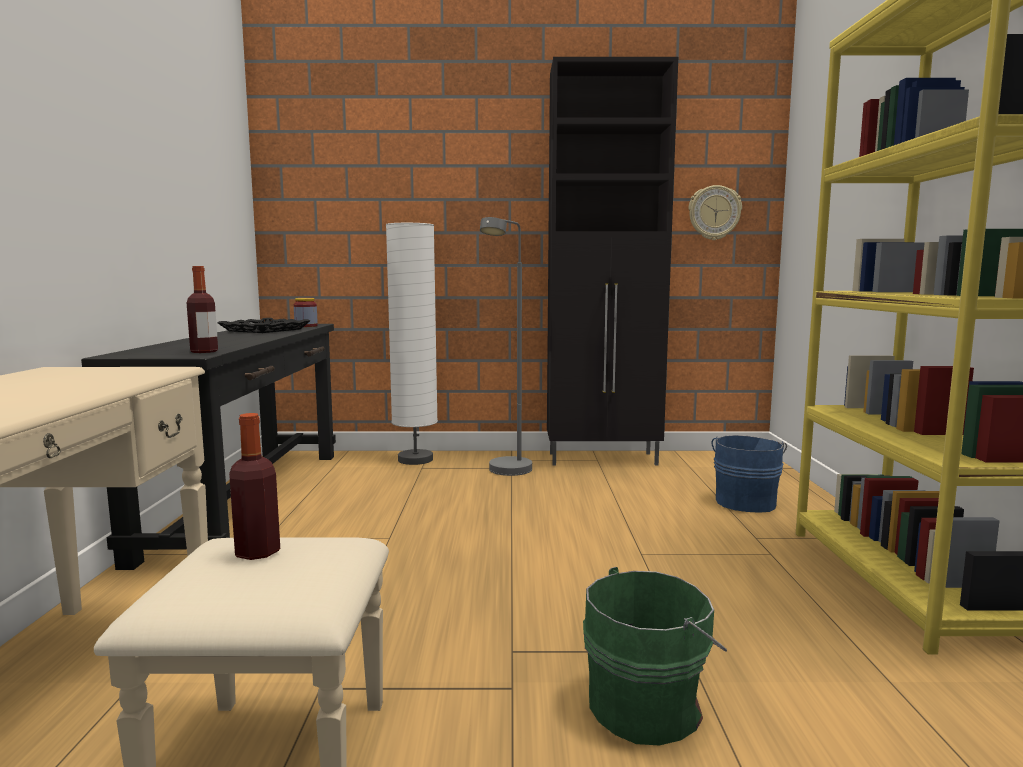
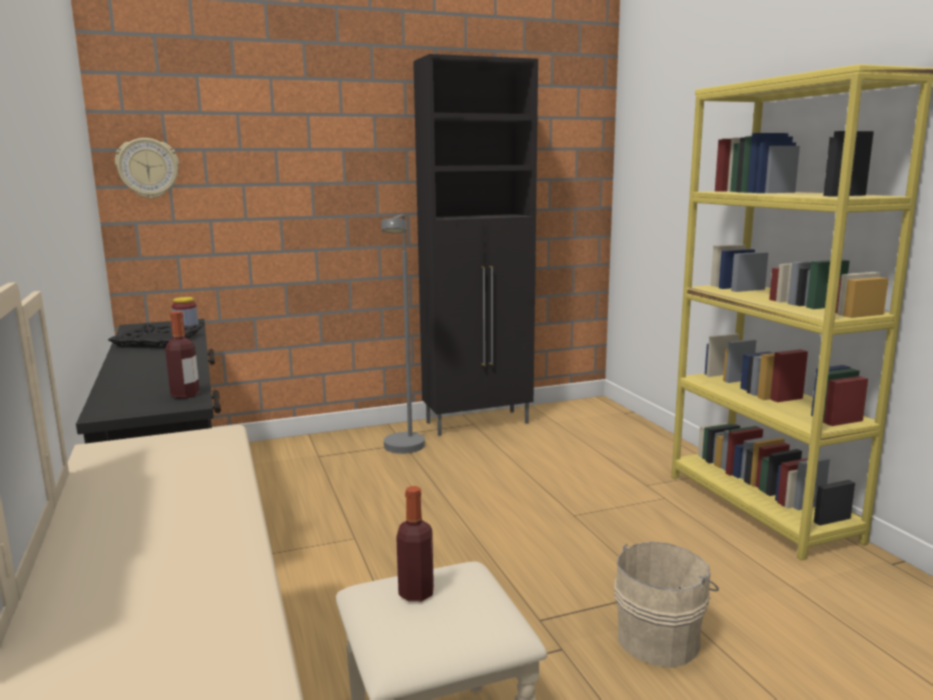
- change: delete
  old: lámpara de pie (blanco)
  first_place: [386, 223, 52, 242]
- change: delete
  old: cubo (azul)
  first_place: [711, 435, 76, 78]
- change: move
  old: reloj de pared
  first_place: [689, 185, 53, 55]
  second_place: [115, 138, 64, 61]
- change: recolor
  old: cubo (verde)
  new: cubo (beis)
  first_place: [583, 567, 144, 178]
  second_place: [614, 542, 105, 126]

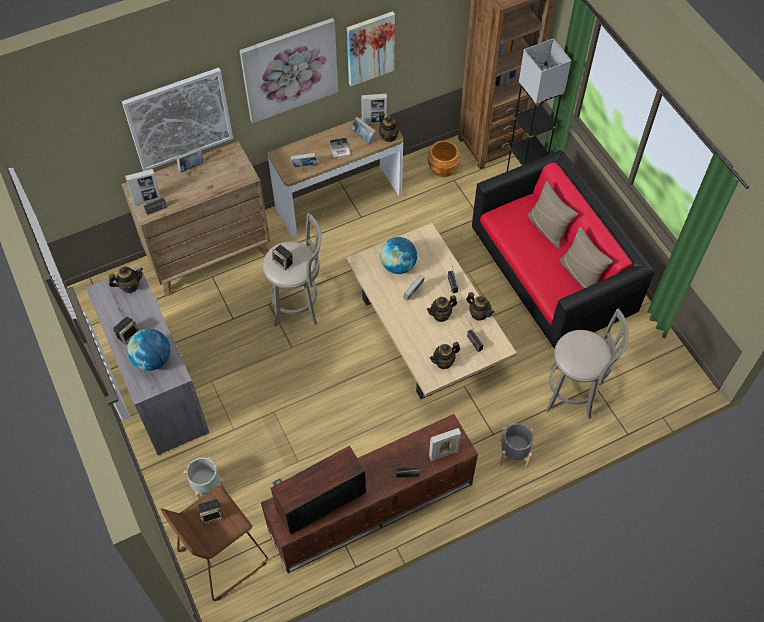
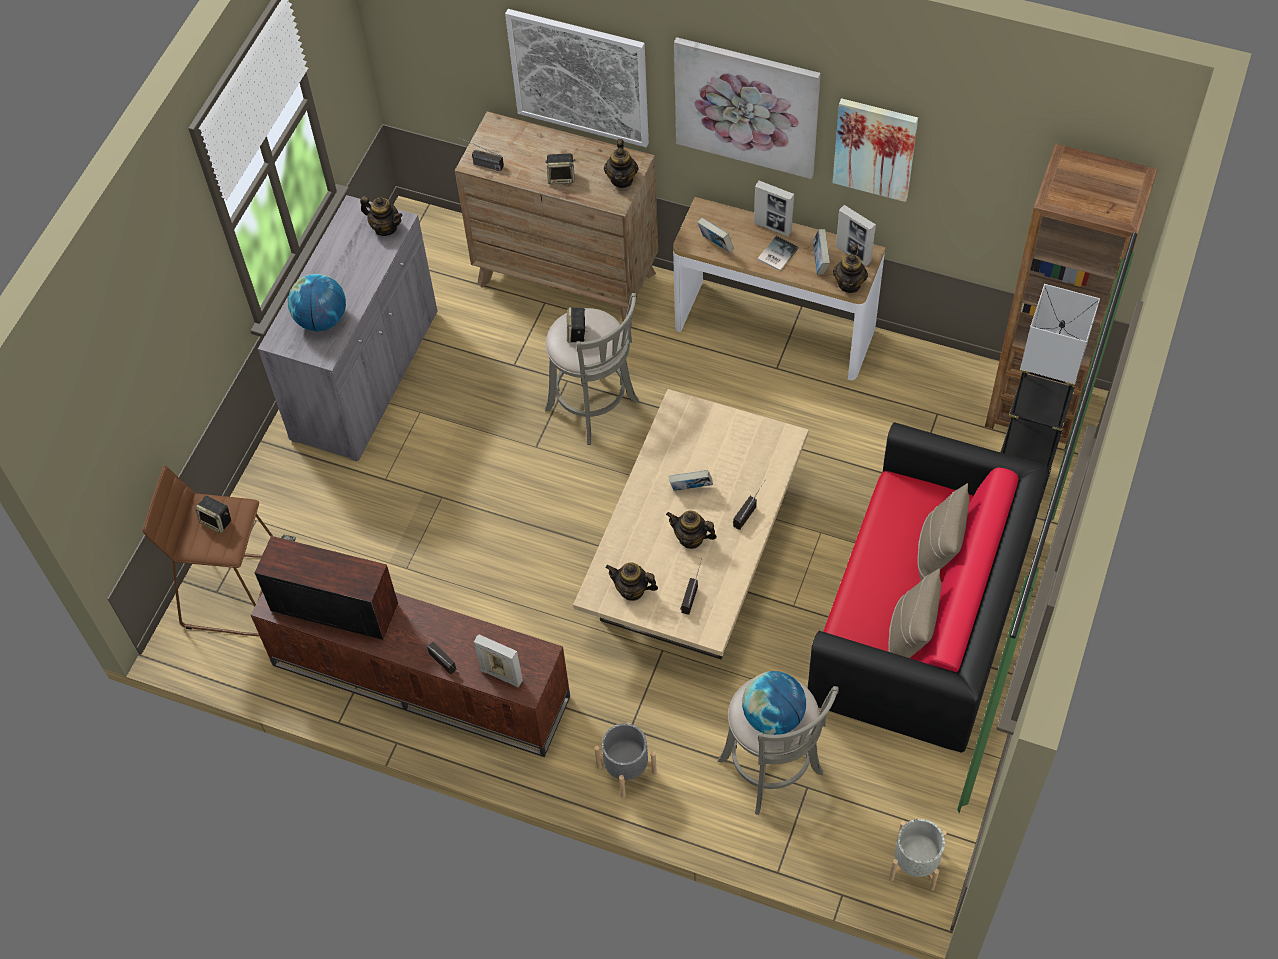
- change: delete
  old: libro
  first_place: [176, 147, 27, 26]
- change: delete
  old: maceta (marrón)
  first_place: [427, 140, 33, 37]
- change: move
  old: altavoz
  first_place: [113, 317, 26, 28]
  second_place: [545, 153, 31, 31]
- change: move
  old: portarretratos
  first_place: [125, 169, 36, 37]
  second_place: [754, 180, 40, 57]
- change: move
  old: maceta (gris)
  first_place: [183, 457, 43, 42]
  second_place: [889, 819, 58, 72]
- change: move
  old: globo terráqueo
  first_place: [380, 237, 37, 37]
  second_place: [742, 671, 64, 64]
- change: move
  old: tetera
  first_place: [466, 292, 28, 28]
  second_place: [604, 139, 34, 49]

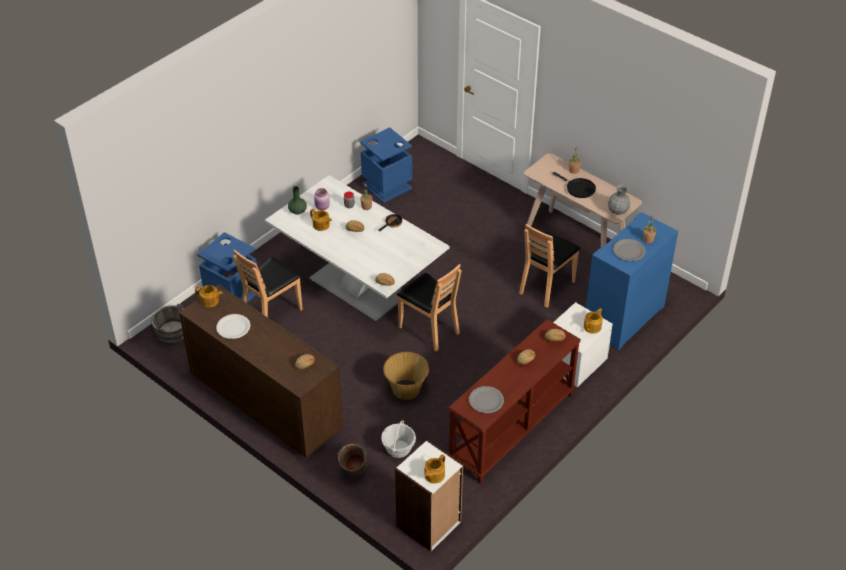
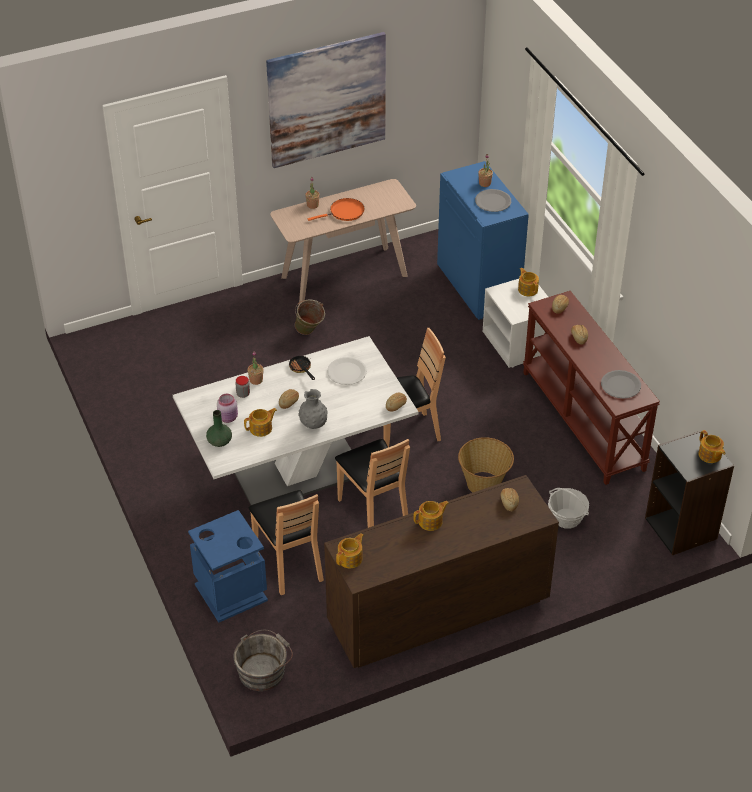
- change: delete
  old: papelera (azul)
  first_place: [360, 127, 52, 76]
- change: insert
  new: cuadro
  second_place: [266, 32, 120, 136]
- change: insert
  new: tetera
  second_place: [413, 501, 36, 30]
- change: move
  old: plato (blanco)
  first_place: [216, 314, 34, 25]
  second_place: [327, 357, 40, 28]
- change: move
  old: cubo (verde)
  first_place: [338, 444, 29, 31]
  second_place: [295, 299, 30, 36]
- change: move
  old: silla (marrón)
  first_place: [519, 224, 62, 84]
  second_place: [335, 439, 75, 89]
- change: move
  old: florero (gris)
  first_place: [608, 184, 23, 31]
  second_place: [298, 389, 30, 40]
- change: recolor
  old: estantería (blanco)
  new: estantería (negro)
  first_place: [395, 440, 68, 112]
  second_place: [645, 429, 89, 126]
- change: recolor
  old: sartén (negro)
  new: sartén (naranja)
  first_place: [553, 172, 43, 26]
  second_place: [308, 198, 56, 23]

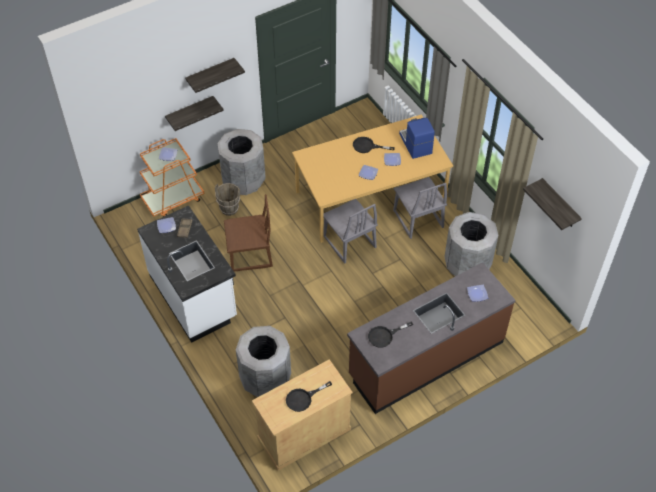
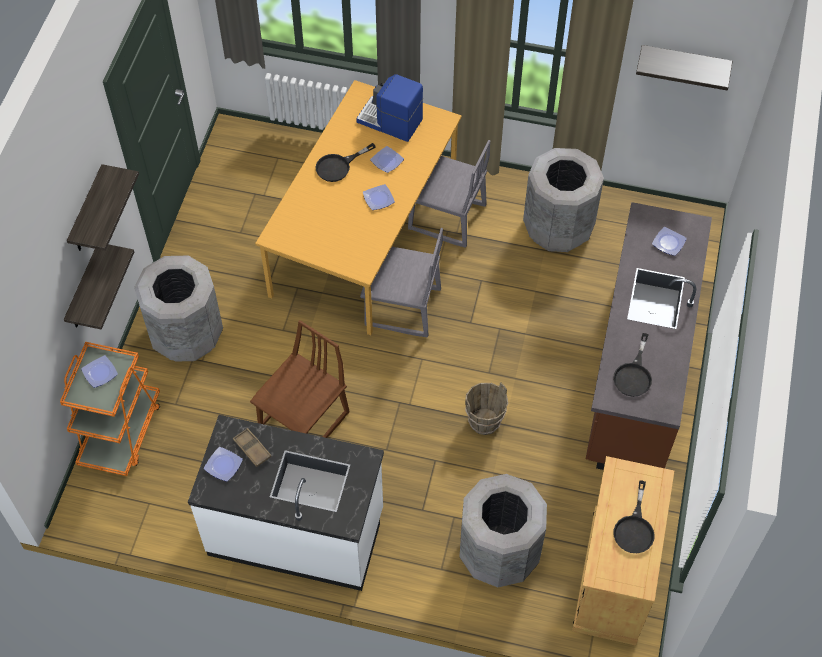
- change: move
  old: cubo (marrón)
  first_place: [215, 183, 25, 33]
  second_place: [465, 383, 43, 52]

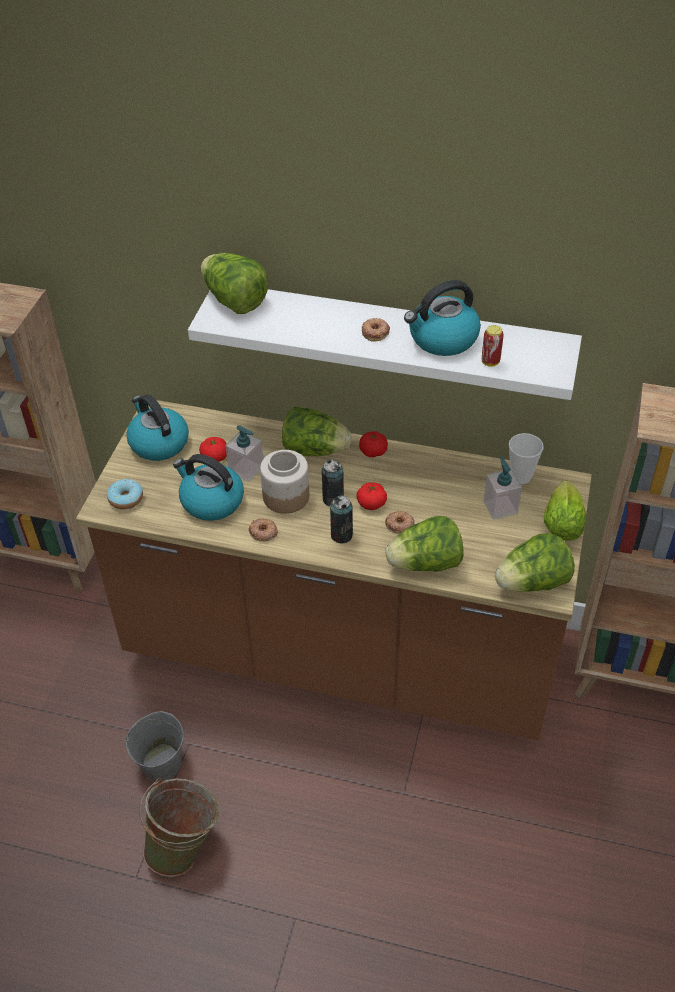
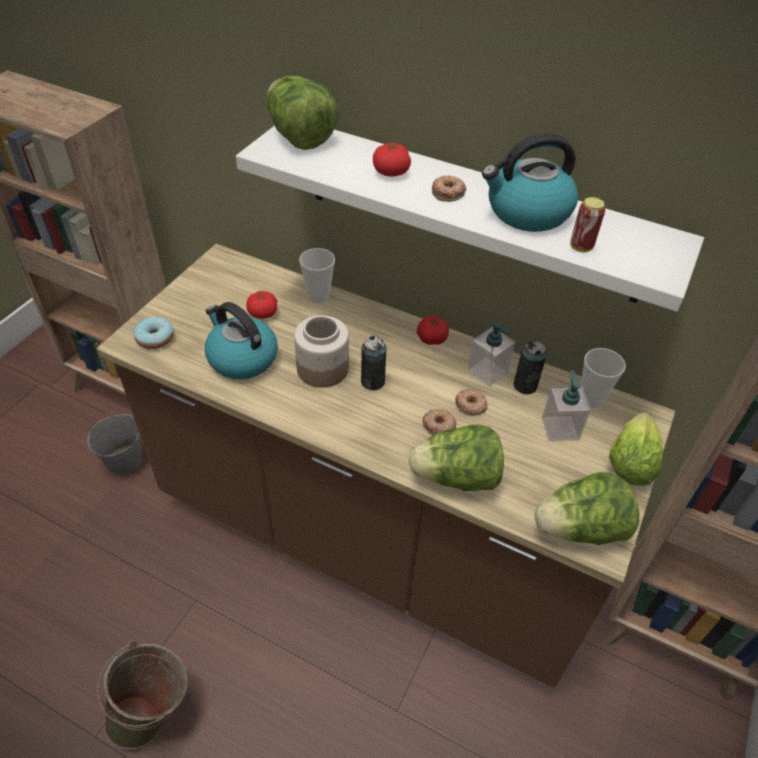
- change: delete
  old: hervidor
  first_place: [126, 395, 63, 66]
- change: delete
  old: lechuga
  first_place: [282, 406, 70, 50]
- change: insert
  new: taza
  second_place: [299, 248, 36, 54]
- change: move
  old: cubo (gris)
  first_place: [126, 711, 58, 70]
  second_place: [87, 414, 56, 60]
- change: move
  old: dispensador de jabón
  first_place: [225, 425, 38, 57]
  second_place: [468, 320, 47, 66]
- change: move
  old: rosquilla
  first_place: [248, 518, 30, 24]
  second_place: [455, 389, 33, 27]
- change: move
  old: lata
  first_place: [330, 496, 23, 47]
  second_place: [514, 341, 33, 53]
- change: move
  old: tomate
  first_place: [357, 482, 30, 28]
  second_place: [373, 143, 38, 34]

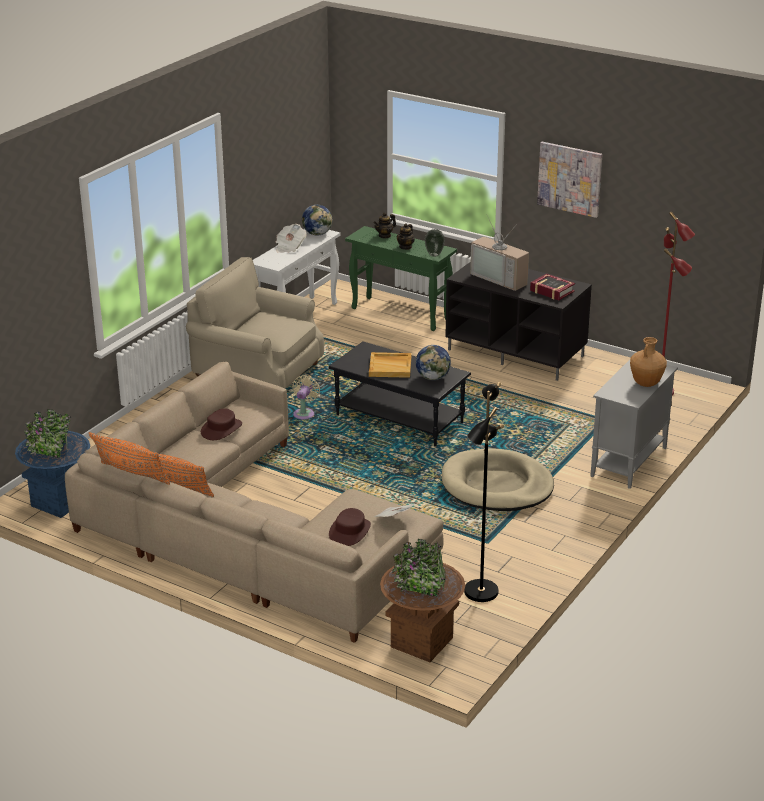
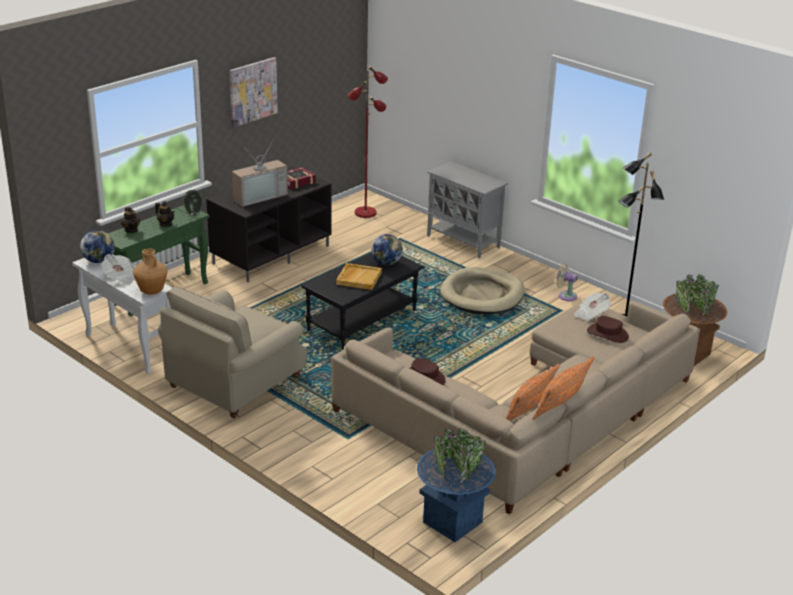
- change: move
  old: ventilador (beis)
  first_place: [292, 375, 28, 44]
  second_place: [555, 263, 23, 38]
- change: move
  old: florero (marrón)
  first_place: [630, 337, 37, 50]
  second_place: [133, 248, 35, 47]

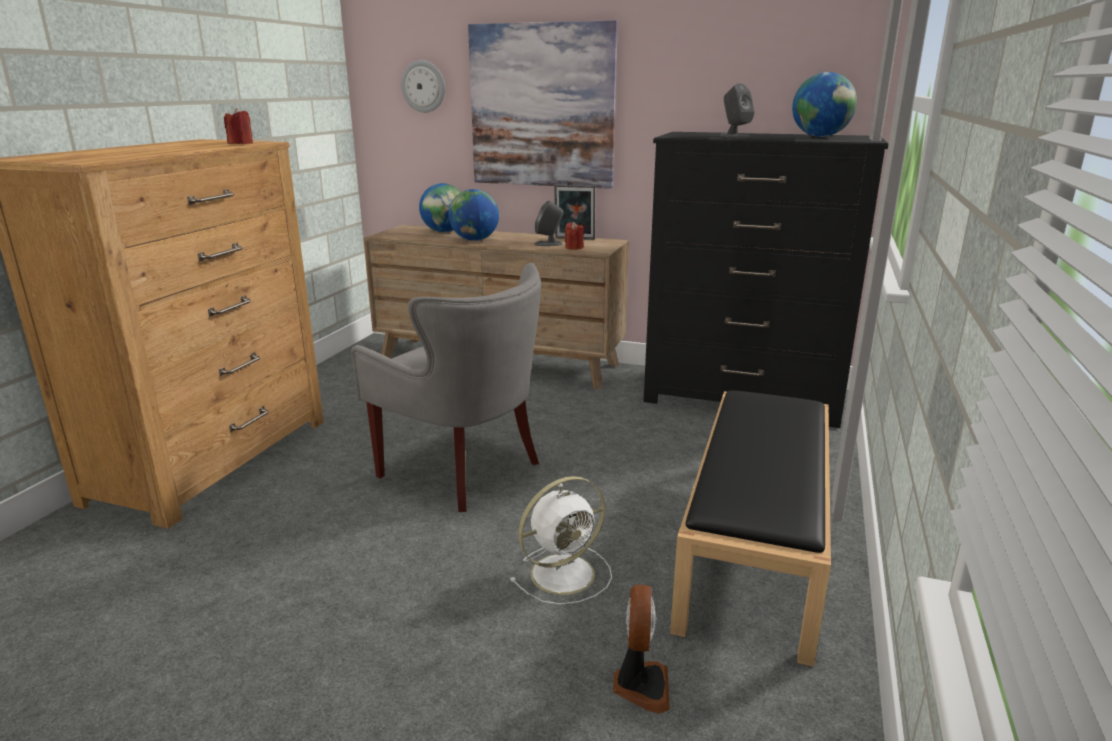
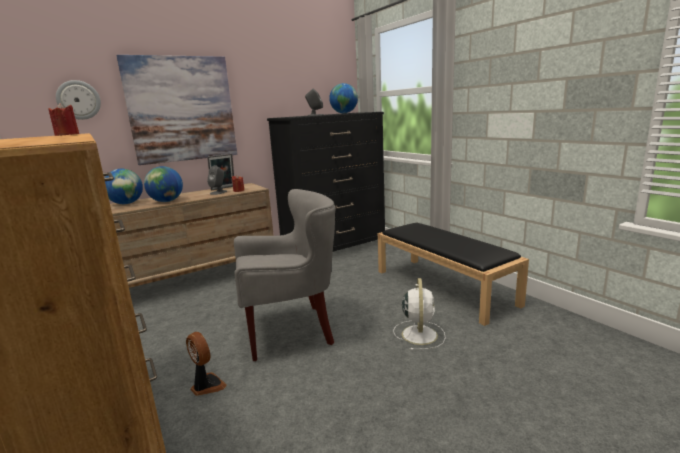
- change: move
  old: ventilador
  first_place: [613, 585, 57, 128]
  second_place: [186, 332, 41, 64]

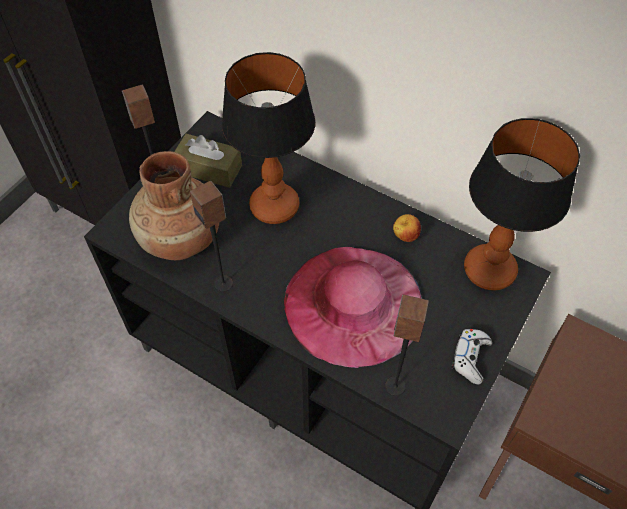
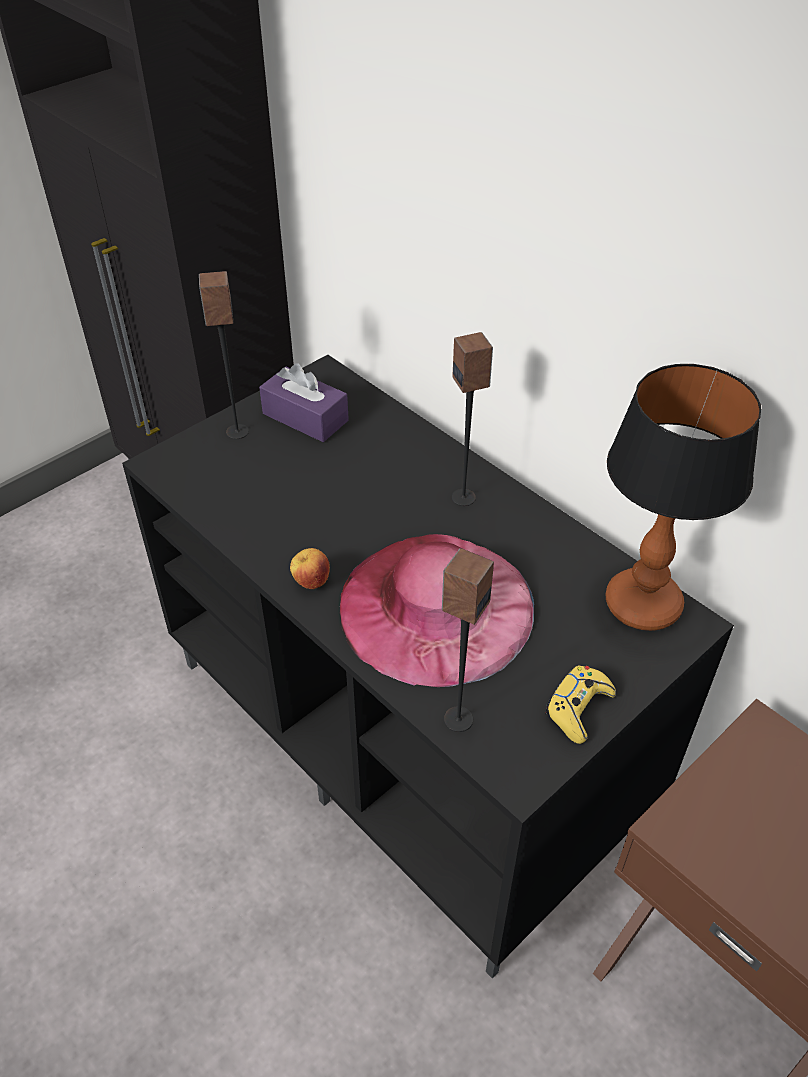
- change: delete
  old: florero (marrón)
  first_place: [129, 151, 90, 109]
- change: delete
  old: lámpara de mesa
  first_place: [221, 52, 94, 172]
- change: move
  old: altavoz
  first_place: [190, 181, 43, 111]
  second_place: [452, 332, 41, 174]
- change: move
  old: manzana
  first_place: [393, 214, 28, 28]
  second_place: [290, 548, 40, 41]
- change: recolor
  old: caja de pañuelos (marrón)
  new: caja de pañuelos (morado)
  first_place: [174, 134, 68, 54]
  second_place: [259, 363, 90, 79]
- change: recolor
  old: mando de consola (blanco)
  new: mando de consola (amarillo)
  first_place: [451, 329, 41, 55]
  second_place: [545, 666, 71, 78]

